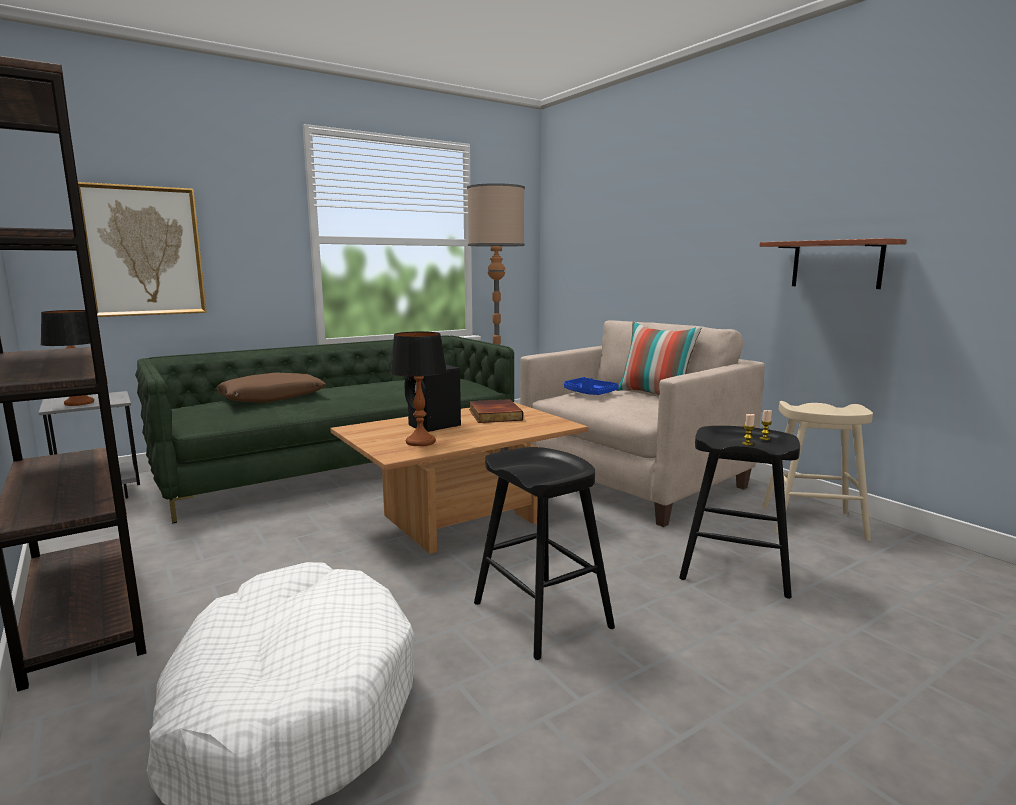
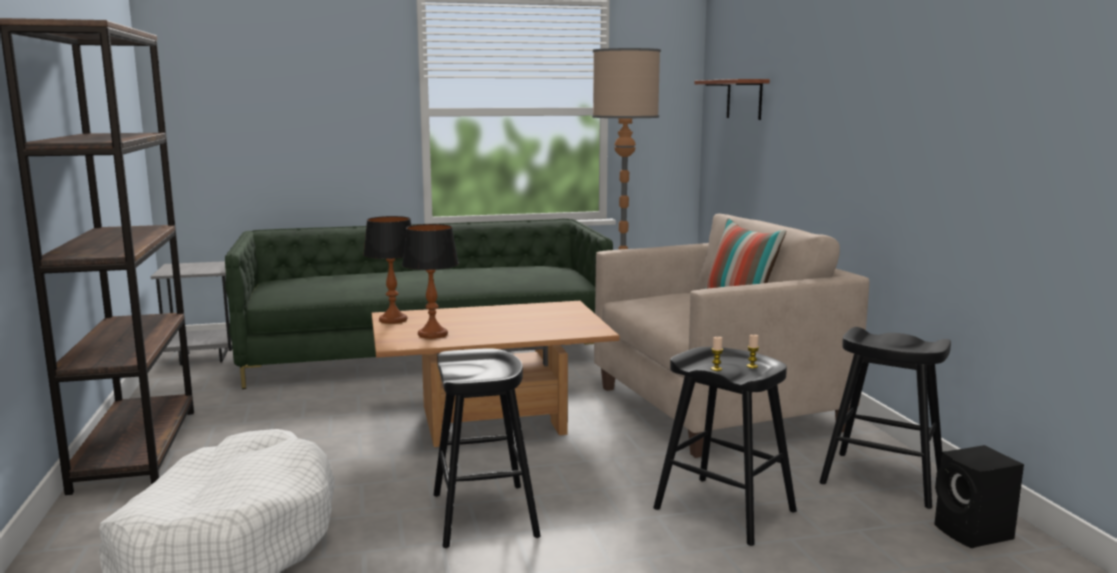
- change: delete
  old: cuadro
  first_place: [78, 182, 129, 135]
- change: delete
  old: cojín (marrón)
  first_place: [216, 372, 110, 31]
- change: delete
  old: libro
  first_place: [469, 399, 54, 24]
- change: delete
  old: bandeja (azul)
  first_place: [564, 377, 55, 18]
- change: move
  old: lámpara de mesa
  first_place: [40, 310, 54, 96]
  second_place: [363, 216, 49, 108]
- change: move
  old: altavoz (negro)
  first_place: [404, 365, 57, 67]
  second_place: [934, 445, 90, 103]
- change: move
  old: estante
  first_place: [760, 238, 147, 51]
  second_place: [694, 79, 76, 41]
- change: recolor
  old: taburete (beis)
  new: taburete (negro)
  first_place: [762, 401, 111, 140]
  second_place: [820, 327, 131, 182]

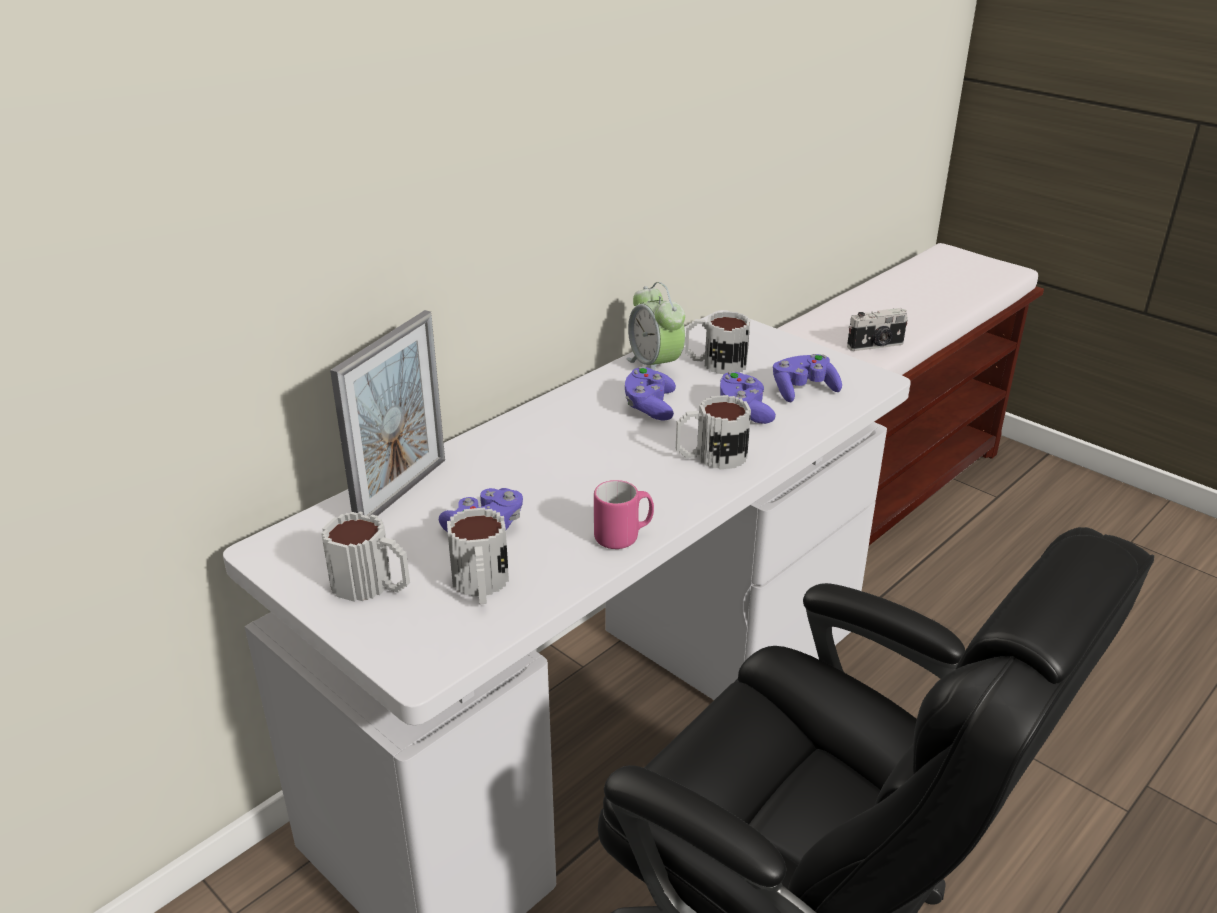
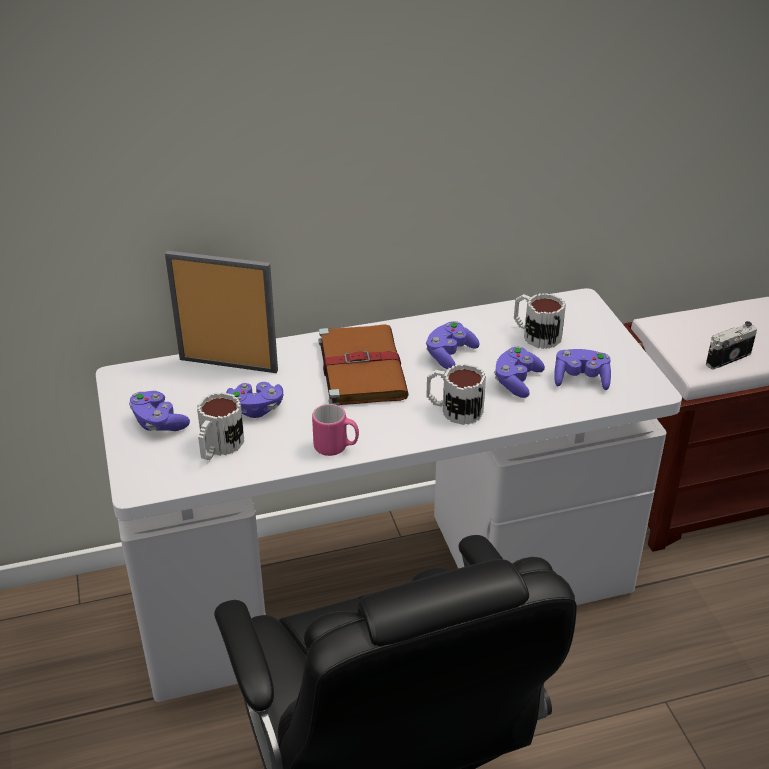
- change: delete
  old: despertador
  first_place: [626, 282, 59, 89]
- change: insert
  new: libro (marrón)
  second_place: [318, 324, 91, 82]
- change: replace
  old: taza grande
  new: mando de consola (morado)
  first_place: [321, 511, 89, 91]
  second_place: [129, 391, 61, 40]
- change: rotate
  old: portarretratos
  first_place: [330, 310, 115, 207]
  second_place: [165, 251, 113, 122]
  degrees: -135
- change: rotate
  old: cámara
  first_place: [847, 308, 61, 43]
  second_place: [706, 321, 51, 48]
  degrees: 135

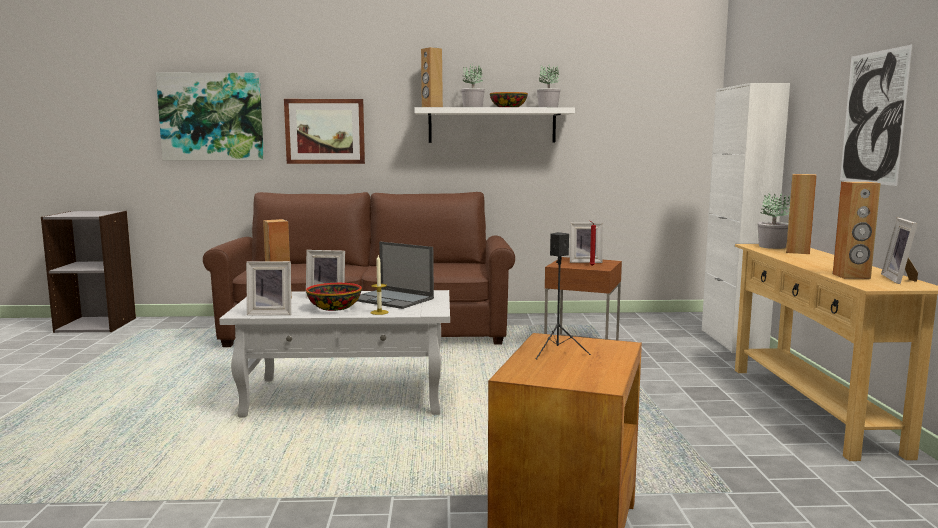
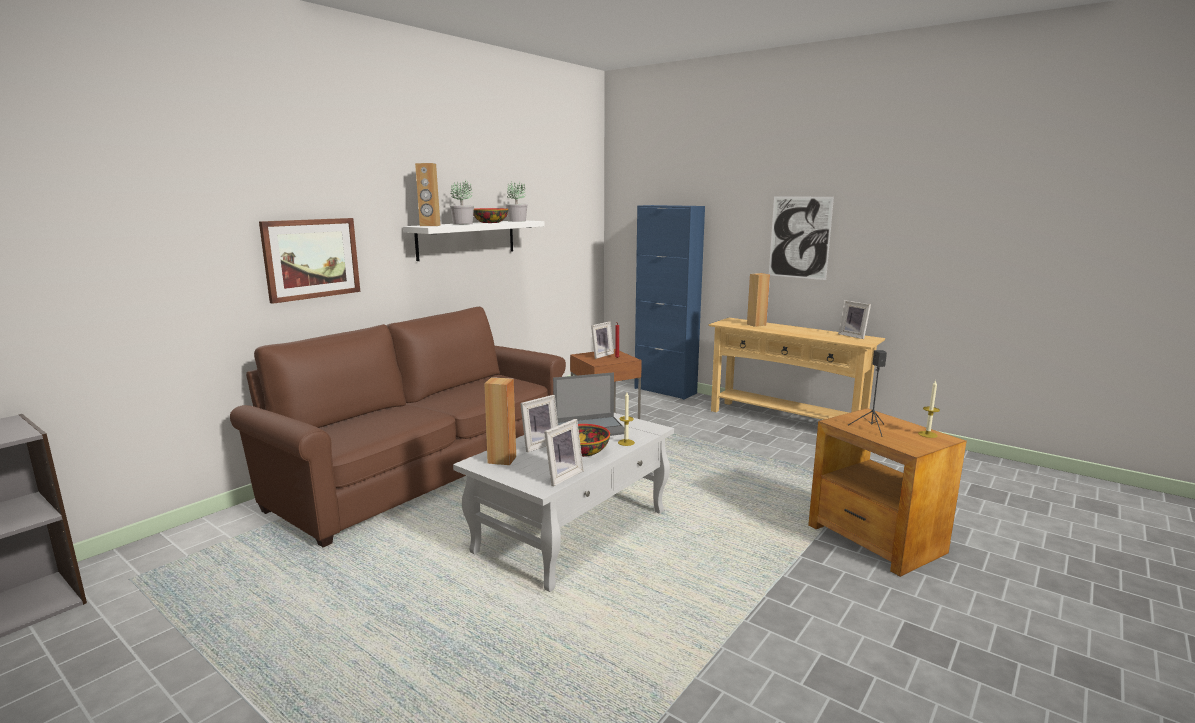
- change: delete
  old: cuadro
  first_place: [156, 73, 108, 87]
- change: delete
  old: planta en maceta
  first_place: [757, 192, 33, 57]
- change: delete
  old: altavoz (marrón)
  first_place: [833, 182, 48, 97]
- change: insert
  new: vela
  second_place: [918, 380, 22, 58]
- change: recolor
  old: armario (blanco)
  new: armario (azul)
  first_place: [702, 83, 88, 270]
  second_place: [634, 205, 71, 195]

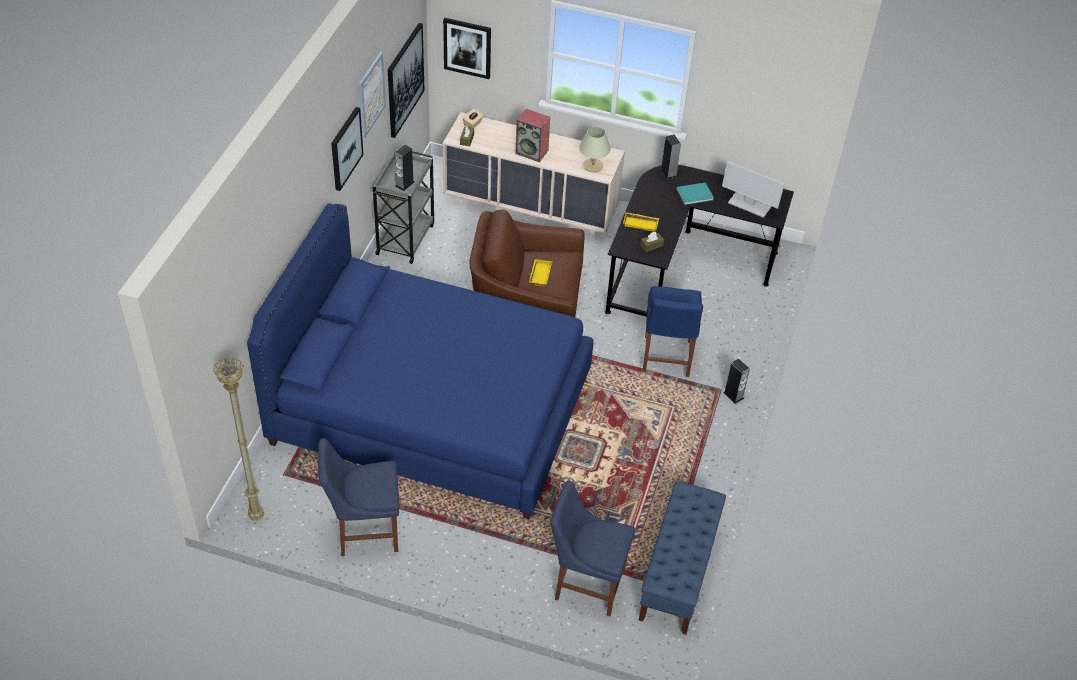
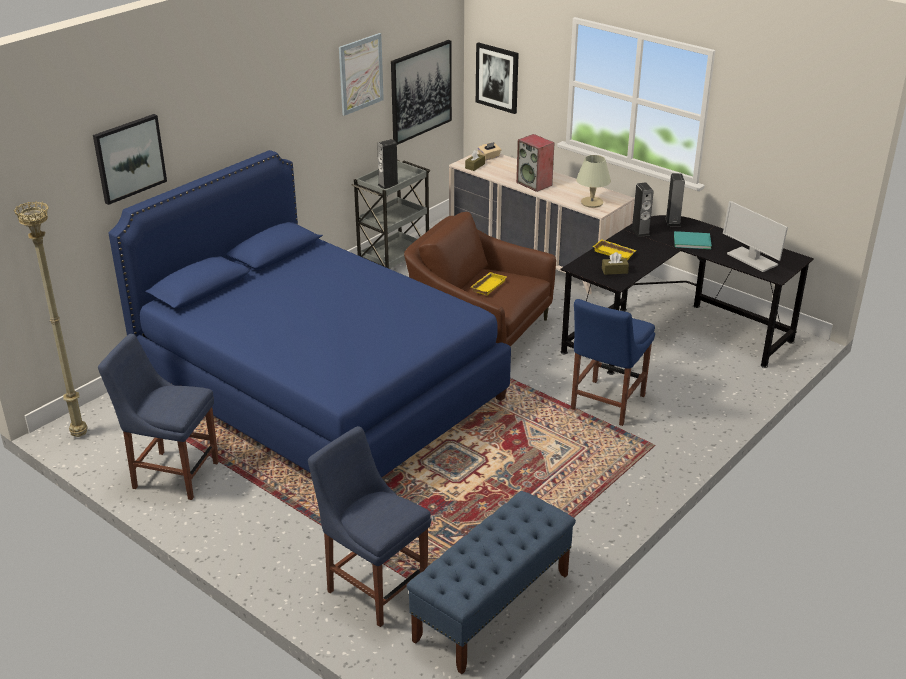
- change: move
  old: cuadro
  first_place: [331, 107, 33, 84]
  second_place: [93, 114, 74, 91]
- change: move
  old: altavoz
  first_place: [723, 359, 27, 45]
  second_place: [631, 182, 23, 55]

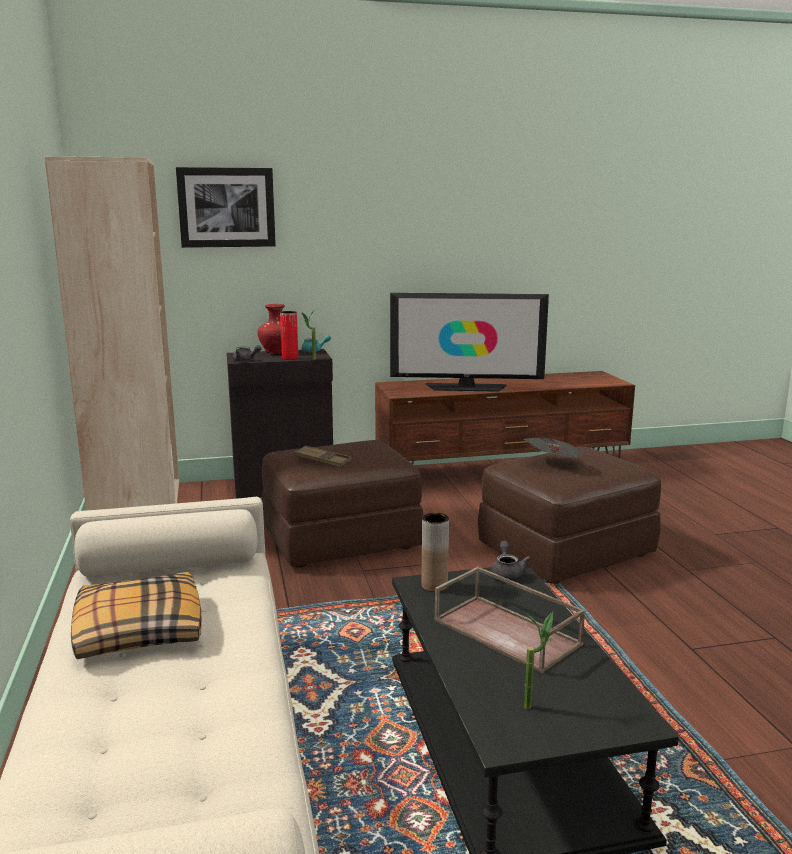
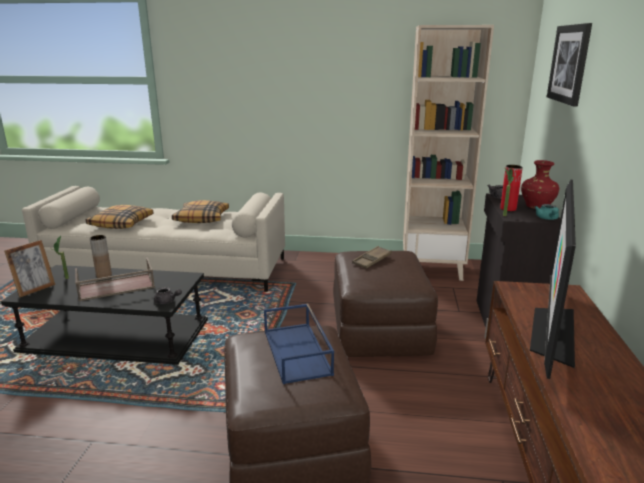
- change: insert
  new: portarretratos
  second_place: [4, 240, 51, 57]
- change: insert
  new: cojín
  second_place: [86, 205, 68, 24]
- change: move
  old: florero (marrón)
  first_place: [422, 513, 27, 79]
  second_place: [90, 235, 22, 43]
- change: replace
  old: periódico
  new: bandeja (azul)
  first_place: [523, 438, 61, 19]
  second_place: [264, 304, 70, 80]

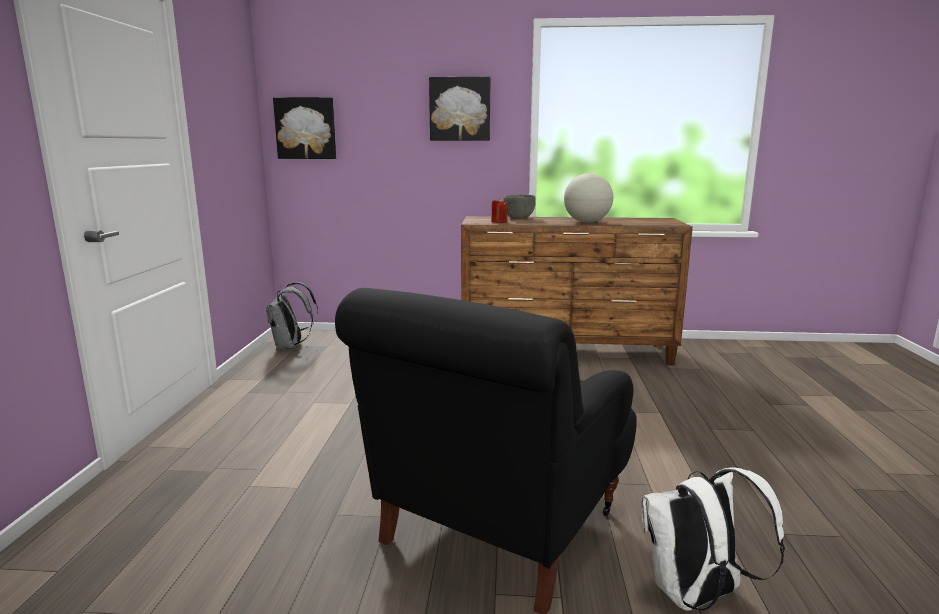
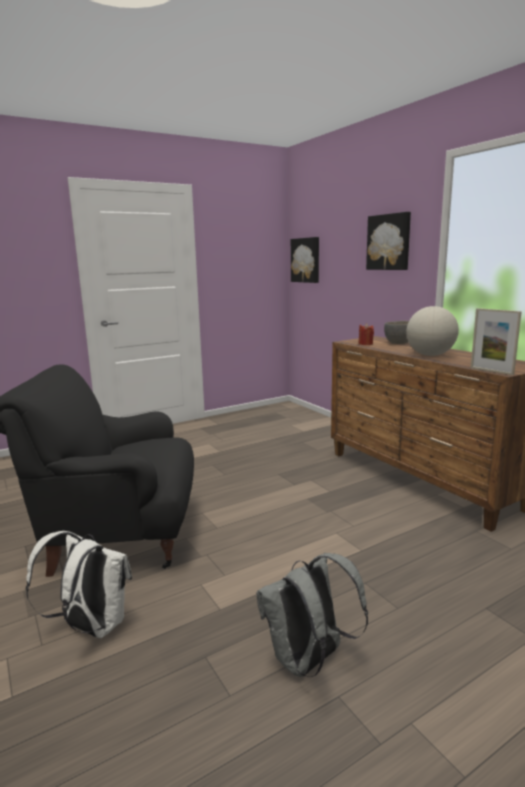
- change: insert
  new: portarretratos
  second_place: [471, 308, 51, 67]
- change: move
  old: mochila (gris)
  first_place: [266, 282, 52, 68]
  second_place: [256, 553, 112, 124]

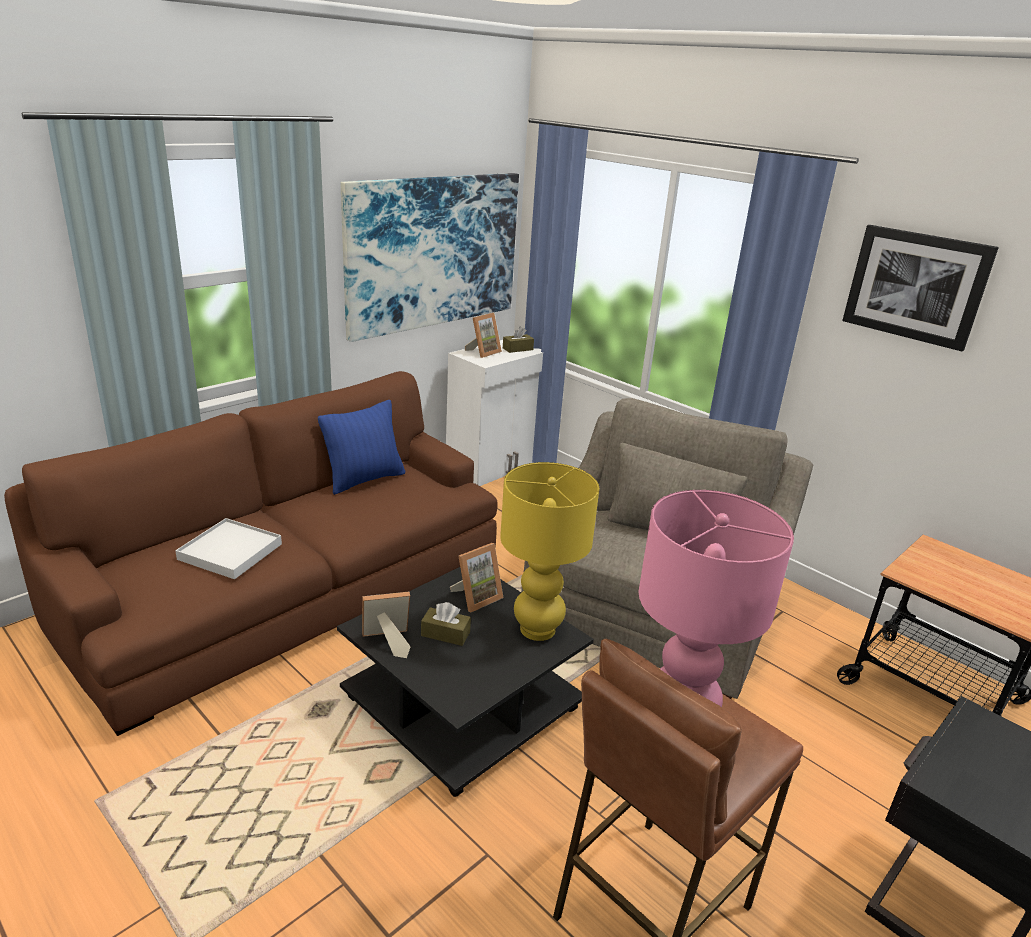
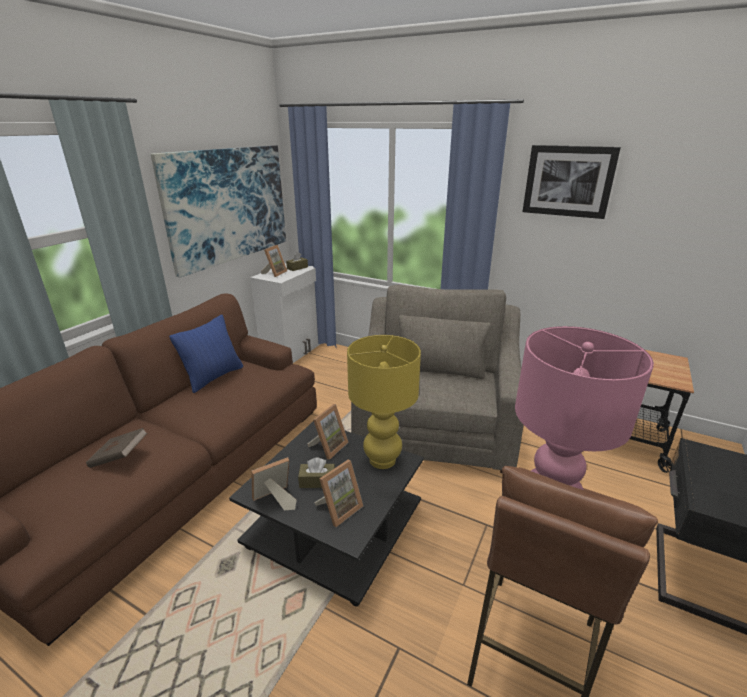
- change: insert
  new: portarretratos
  second_place: [314, 460, 49, 67]
- change: replace
  old: bandeja (blanco)
  new: libro (marrón)
  first_place: [175, 518, 107, 61]
  second_place: [86, 428, 61, 40]

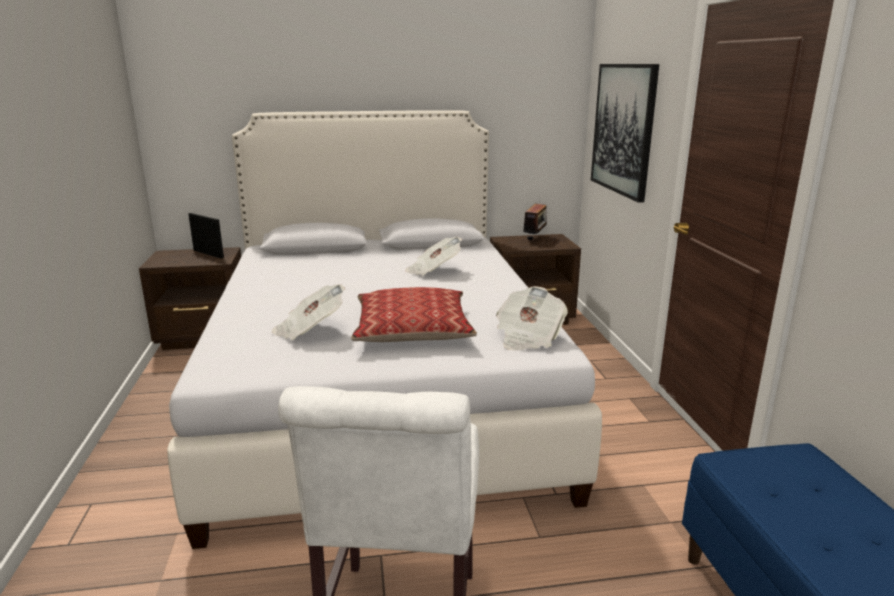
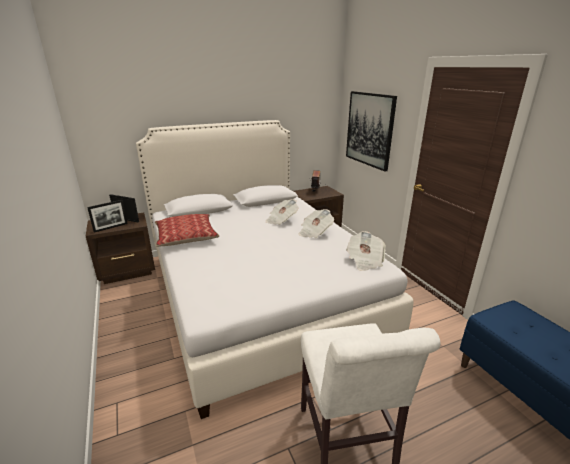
- change: insert
  new: portarretratos
  second_place: [87, 200, 41, 33]
- change: move
  old: periódico
  first_place: [272, 284, 73, 56]
  second_place: [299, 209, 35, 29]
- change: move
  old: cojín
  first_place: [351, 287, 126, 55]
  second_place: [155, 214, 64, 33]

